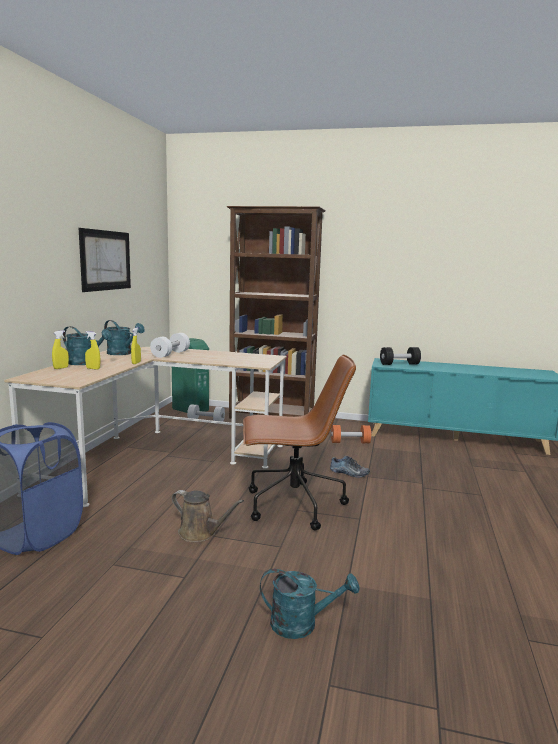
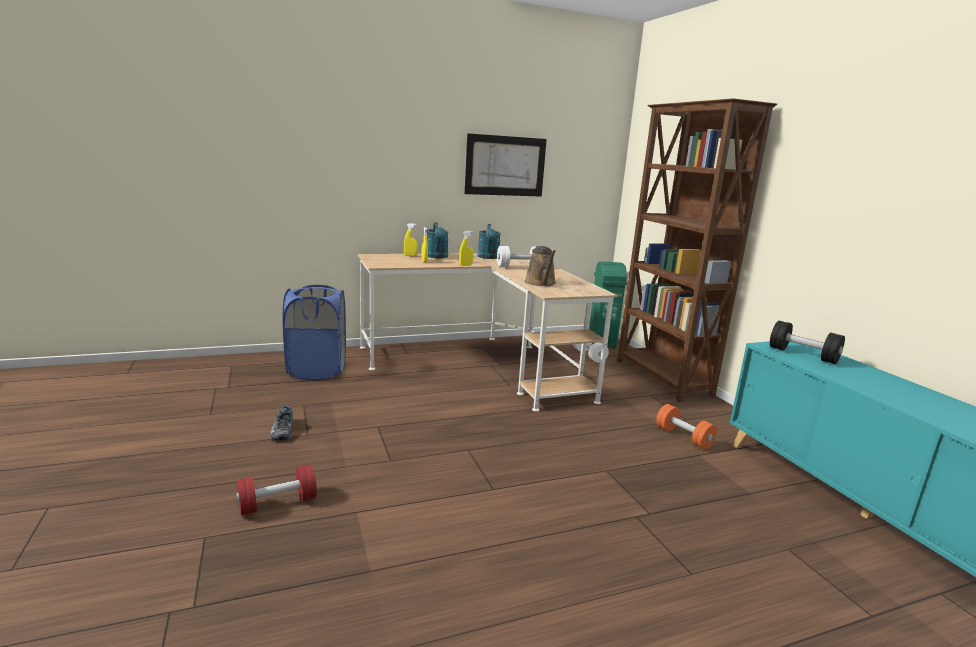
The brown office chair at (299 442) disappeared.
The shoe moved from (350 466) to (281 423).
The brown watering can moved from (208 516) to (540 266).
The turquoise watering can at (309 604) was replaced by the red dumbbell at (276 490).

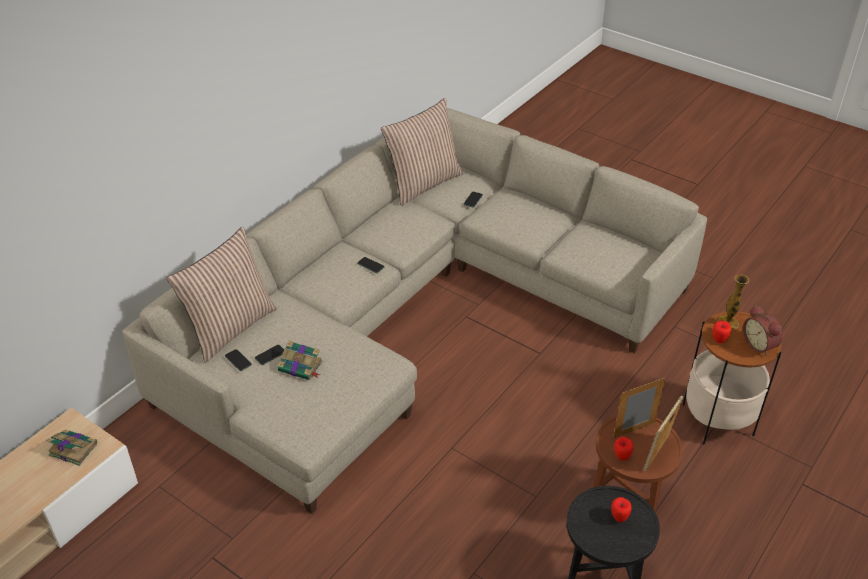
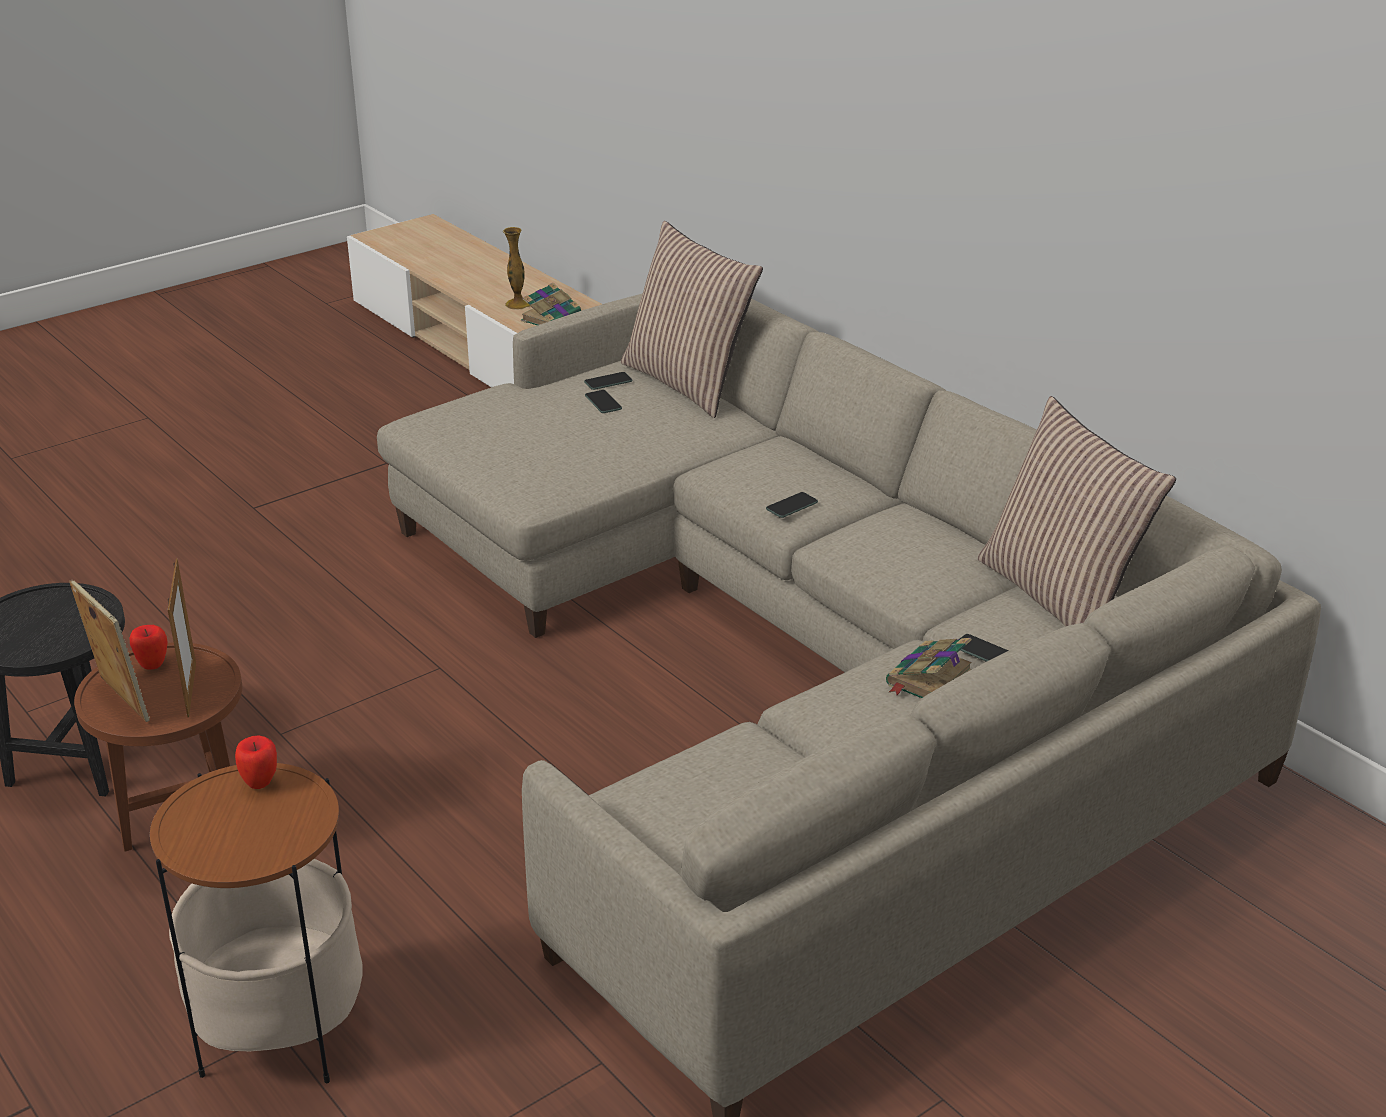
The vase moved from (733 302) to (516 268).
The alarm clock at (762 330) disappeared.
The book moved from (300 360) to (929 668).
The apple at (621 509) disappeared.

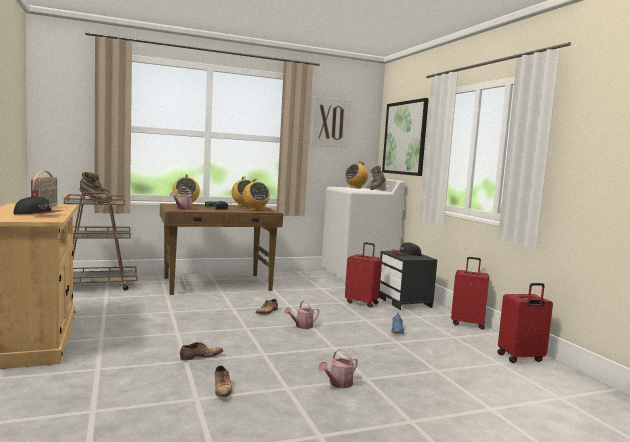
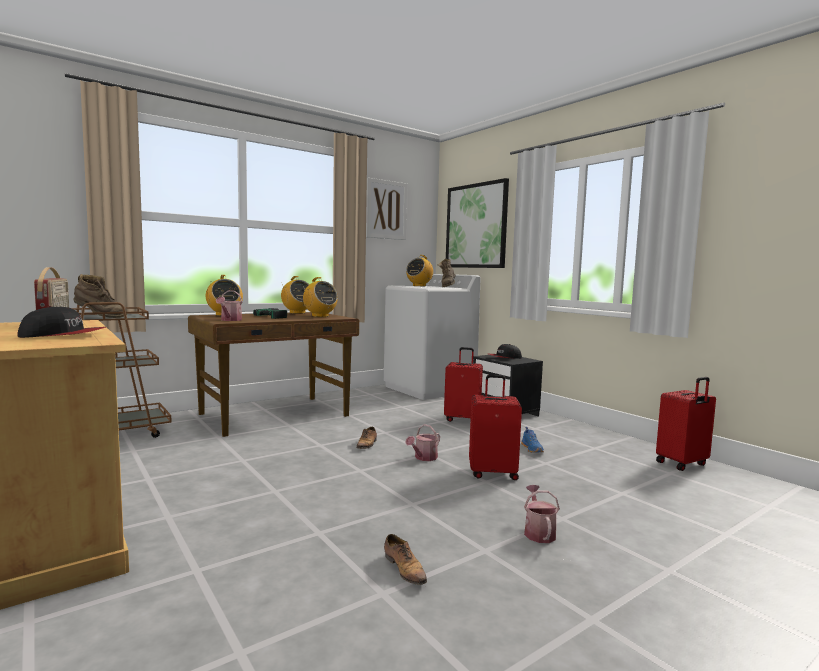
The red suitcase moved from (470 293) to (495 427).
The shoe at (201 351) disappeared.
The watering can at (338 369) turned 150 degrees clockwise.

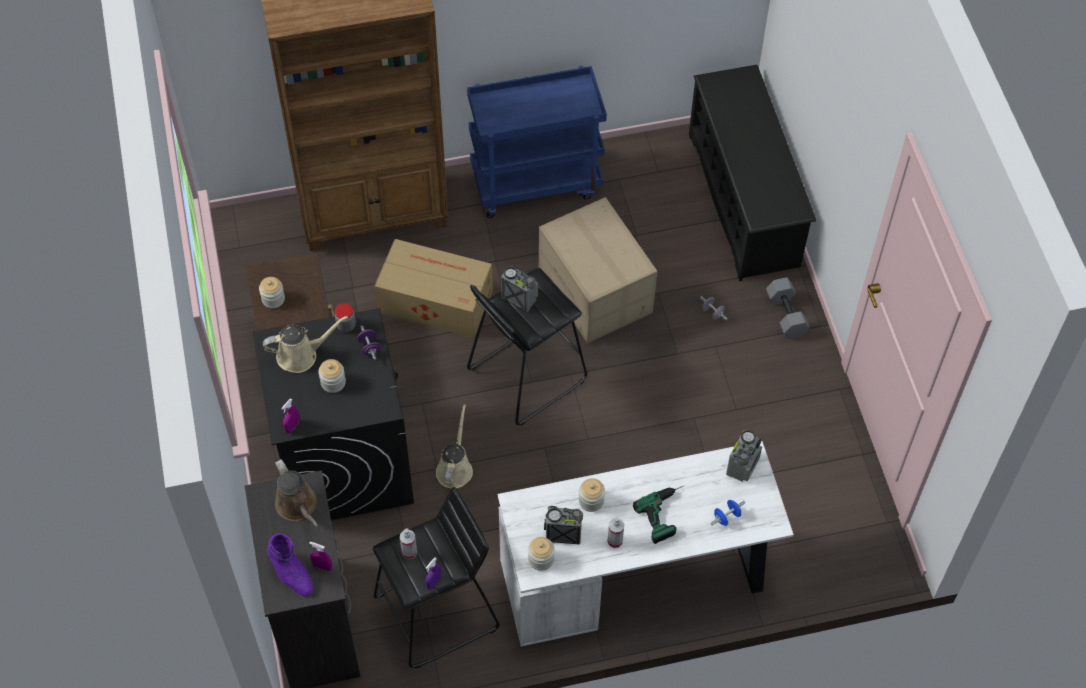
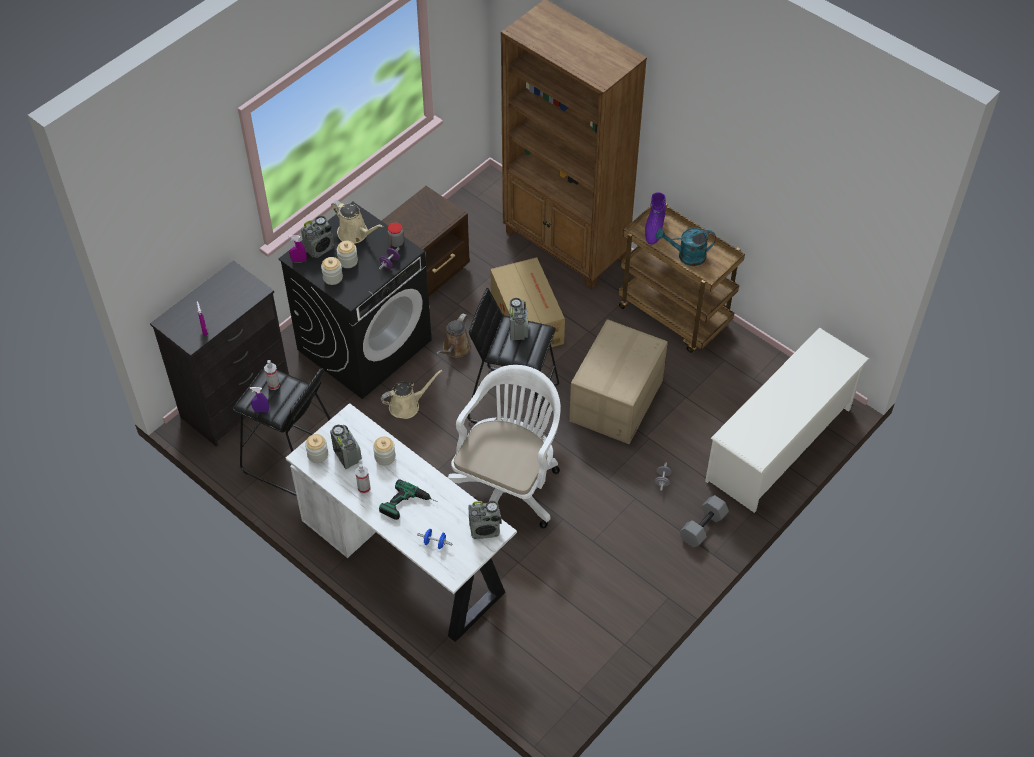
The black shoe rack at (752 173) became the white shoe rack at (787 420).
The blue cart at (537 142) became the brown cart at (681 278).
The jar moved from (272 293) to (332 271).
The brown watering can moved from (296 493) to (454 335).
The purple boot moved from (290 564) to (655 218).
The radio at (317 237) appeared.
The turquoise watering can at (686 247) appeared.
The white office chair at (504 447) appeared.

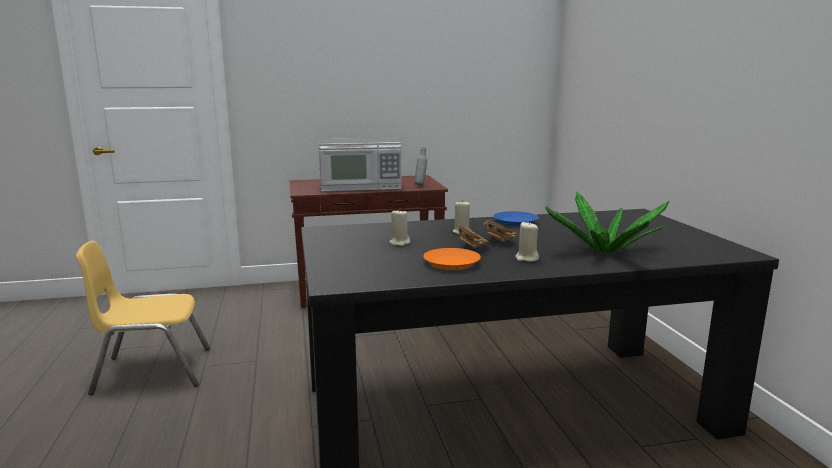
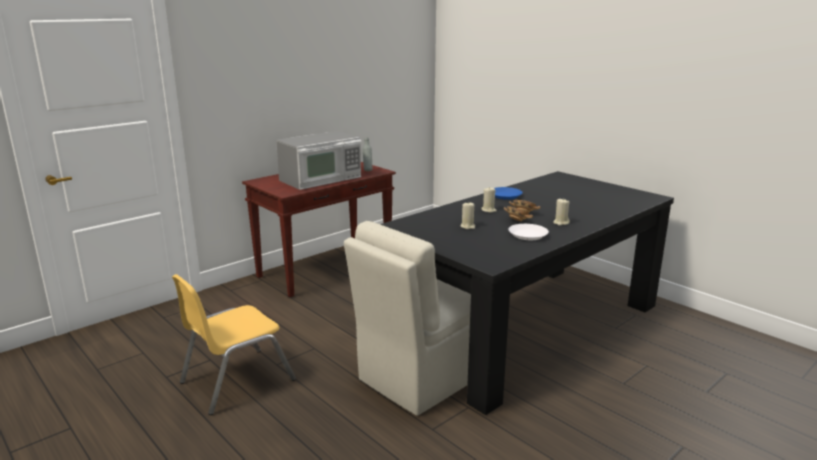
The potted plant at (607 222) disappeared.
The orange plate at (452 259) became the white plate at (528 232).
The beige chair at (407 318) appeared.

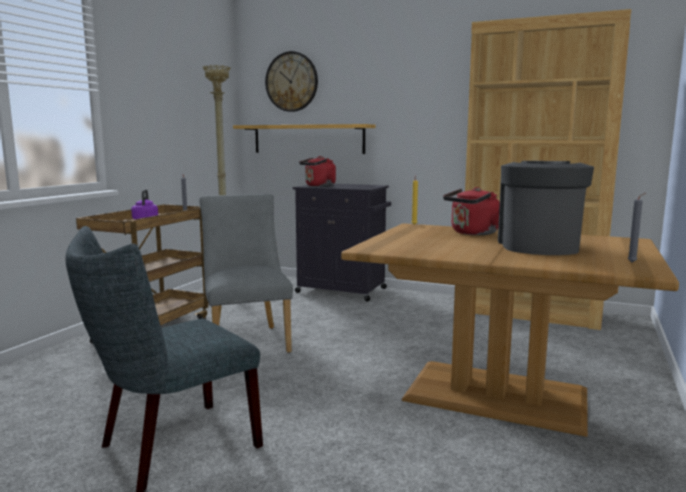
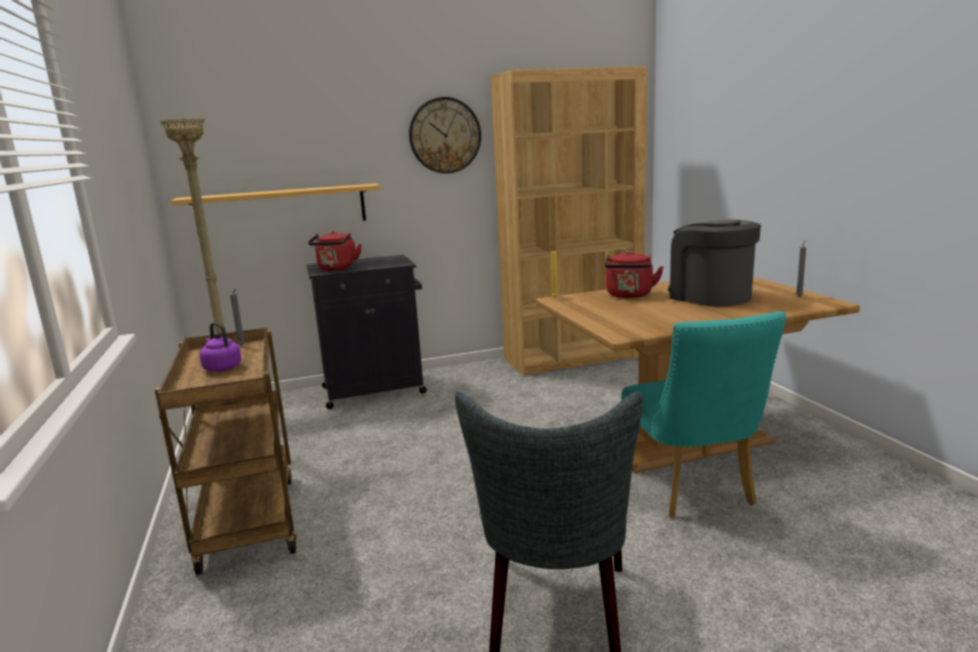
The wall clock moved from (291 81) to (445 135).
The grey chair at (246 273) disappeared.
The turquoise chair at (703 414) appeared.

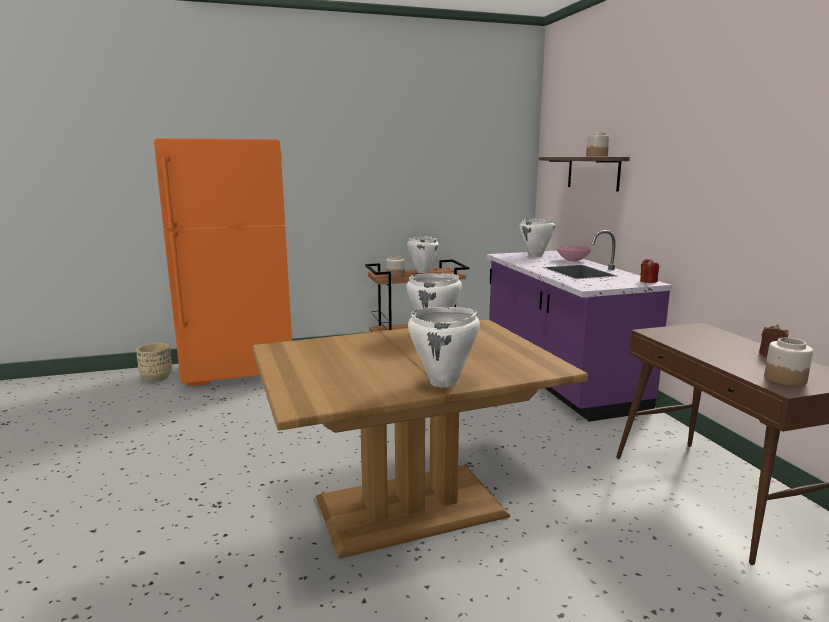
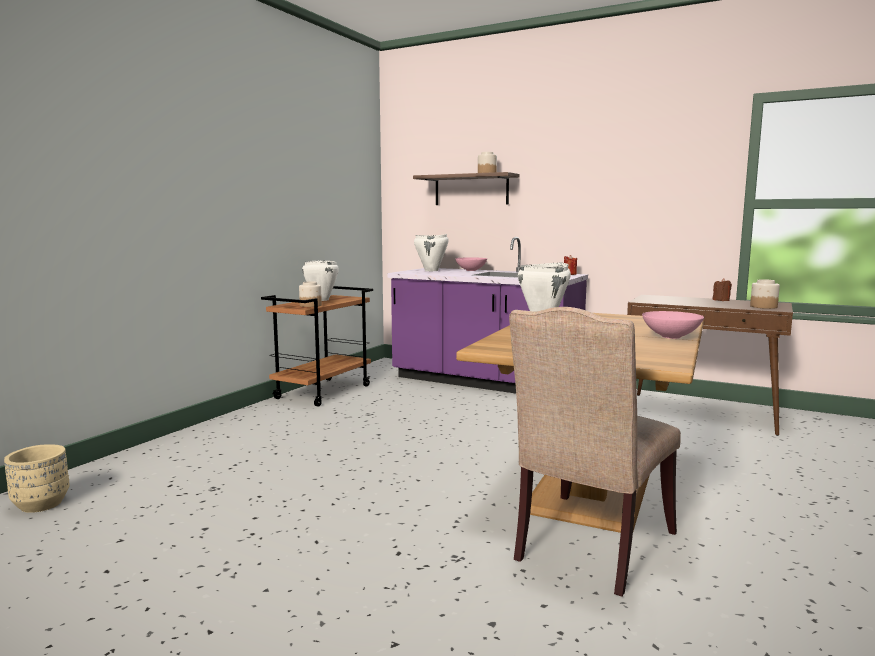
The orange fridge at (223 262) disappeared.
The white cooking pot at (444 347) was replaced by the pink bowl at (673 325).
The beige chair at (595 452) appeared.

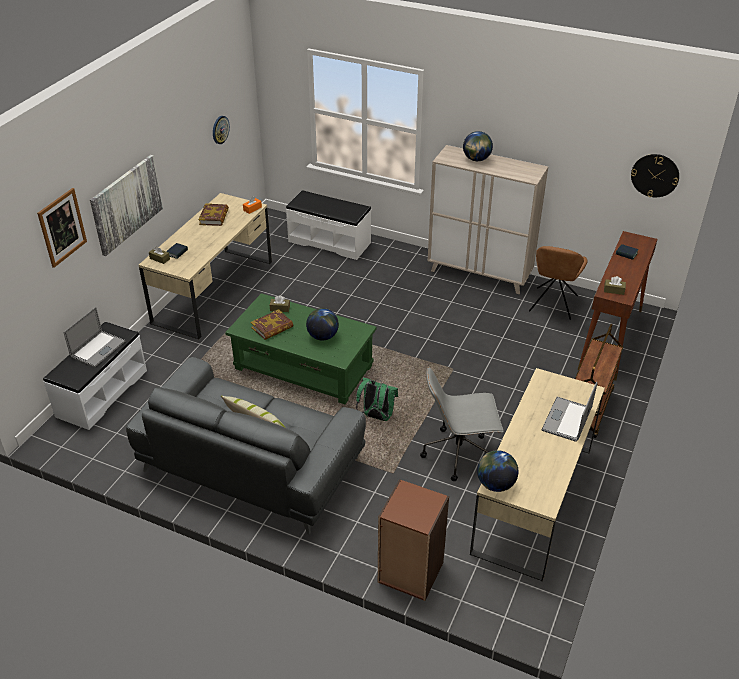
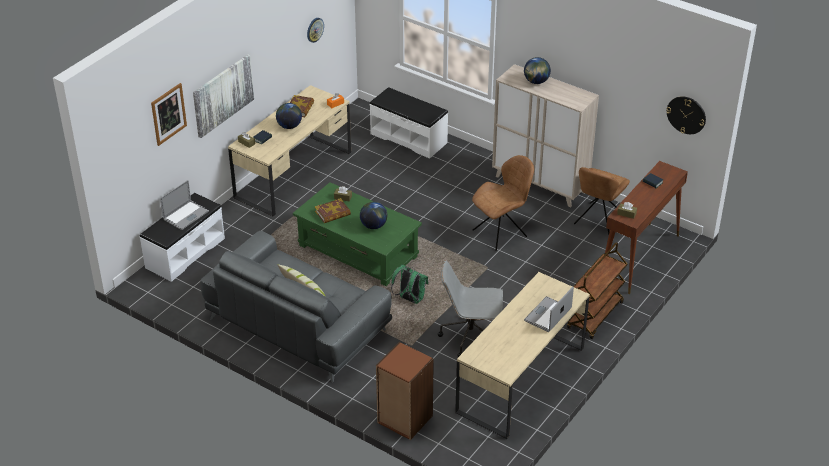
The globe moved from (498 471) to (289 116).
The brown chair at (503 203) appeared.

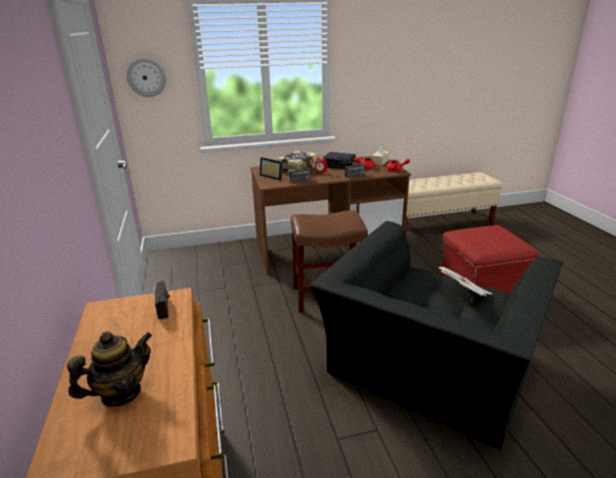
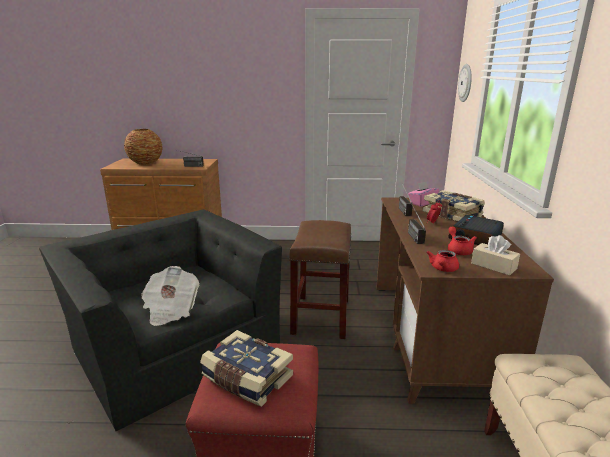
The picture frame at (271 169) was replaced by the pink tissue box at (423 194).
The teapot at (109 369) was replaced by the vase at (143 147).
The book at (246 368) appeared.

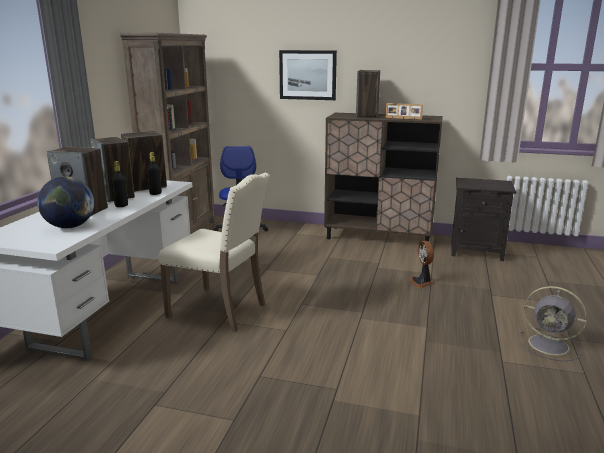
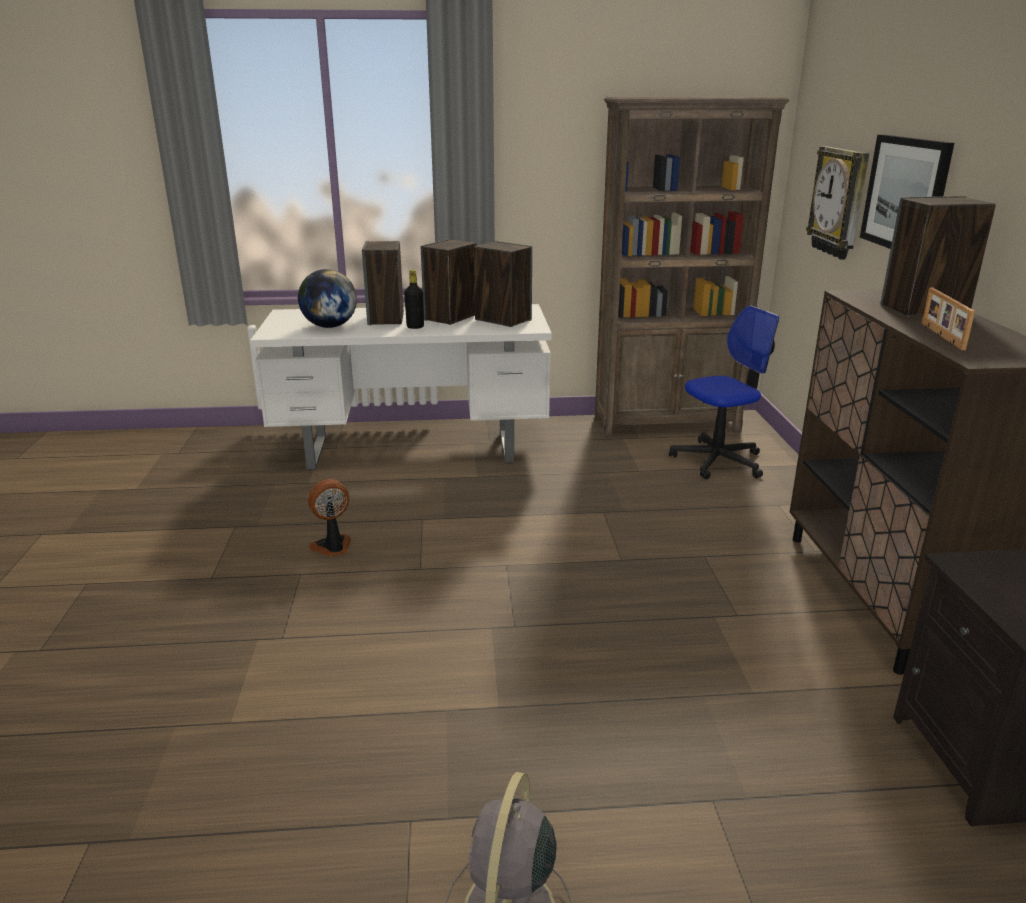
The black bottle at (154 173) disappeared.
The beige chair at (214 252) disappeared.
The fan moved from (421 264) to (329 518).
The wall clock at (837 203) appeared.

